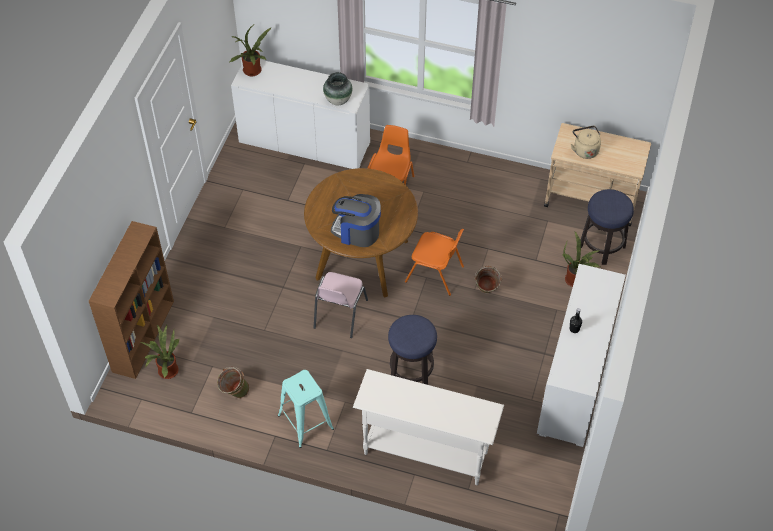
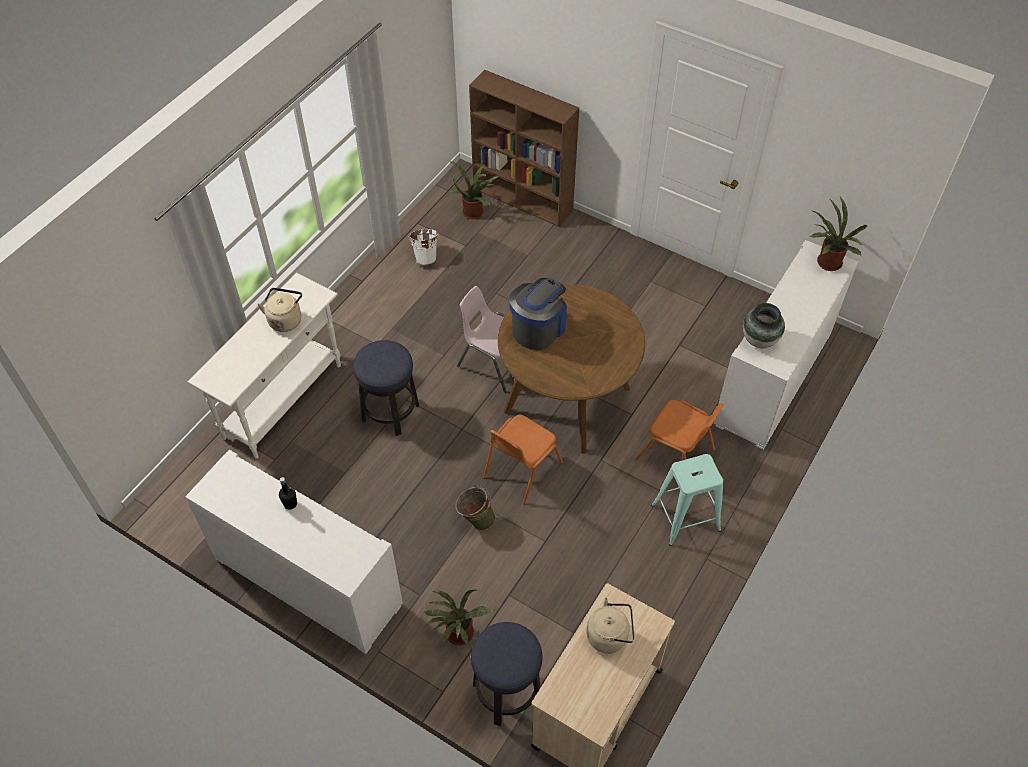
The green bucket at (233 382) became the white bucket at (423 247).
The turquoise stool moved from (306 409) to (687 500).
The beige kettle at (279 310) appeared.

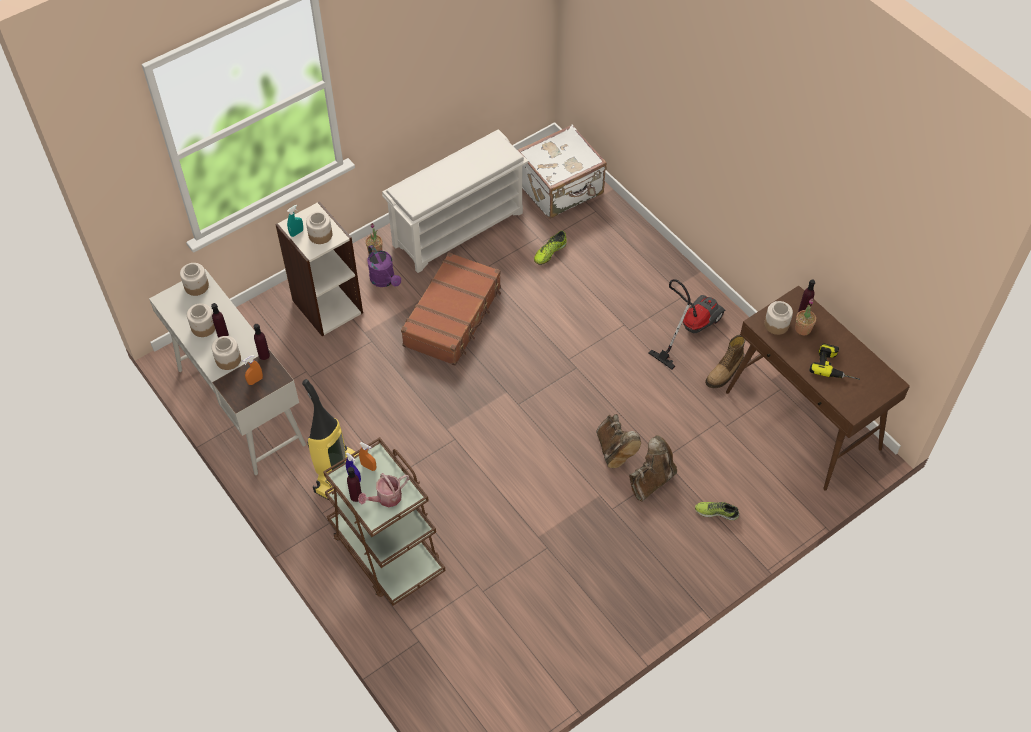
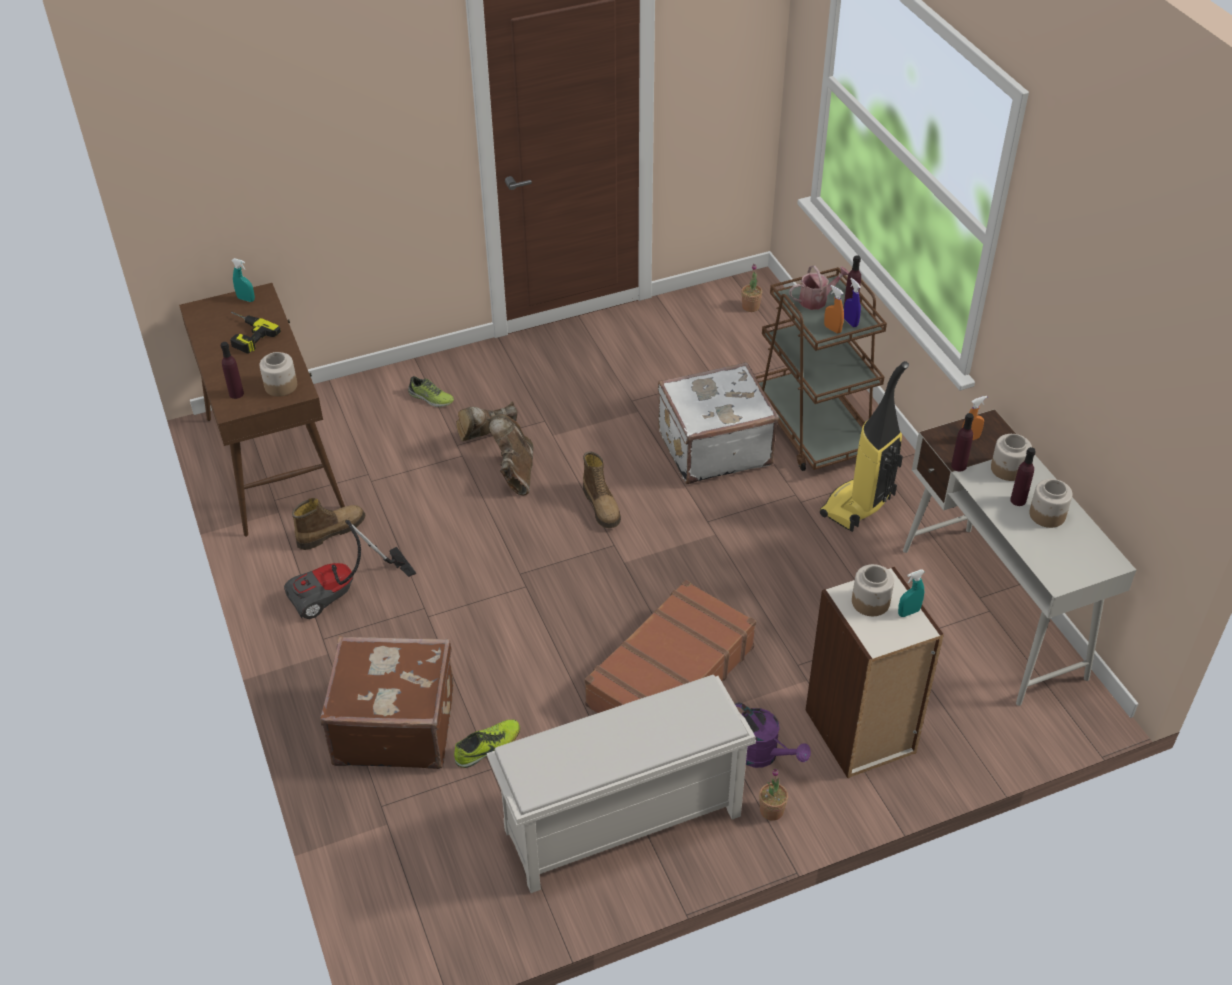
The white suitcase moved from (562 172) to (718 423).
The purple watering can at (384 266) turned 150 degrees clockwise.
The jar at (194 279) disappeared.
The potted plant moved from (805 317) to (751 288).
The turquoise spray bottle at (243 280) appeared.
The boot at (602 489) appeared.
The brown suitcase at (387 702) appeared.

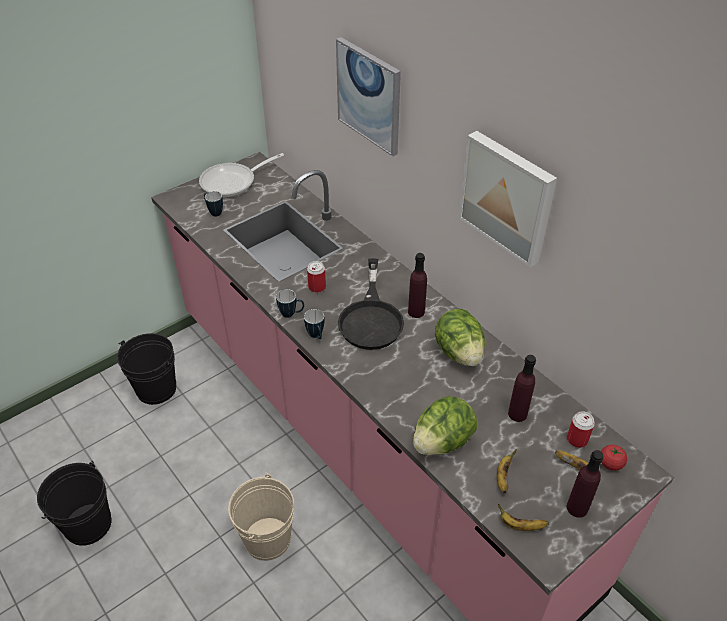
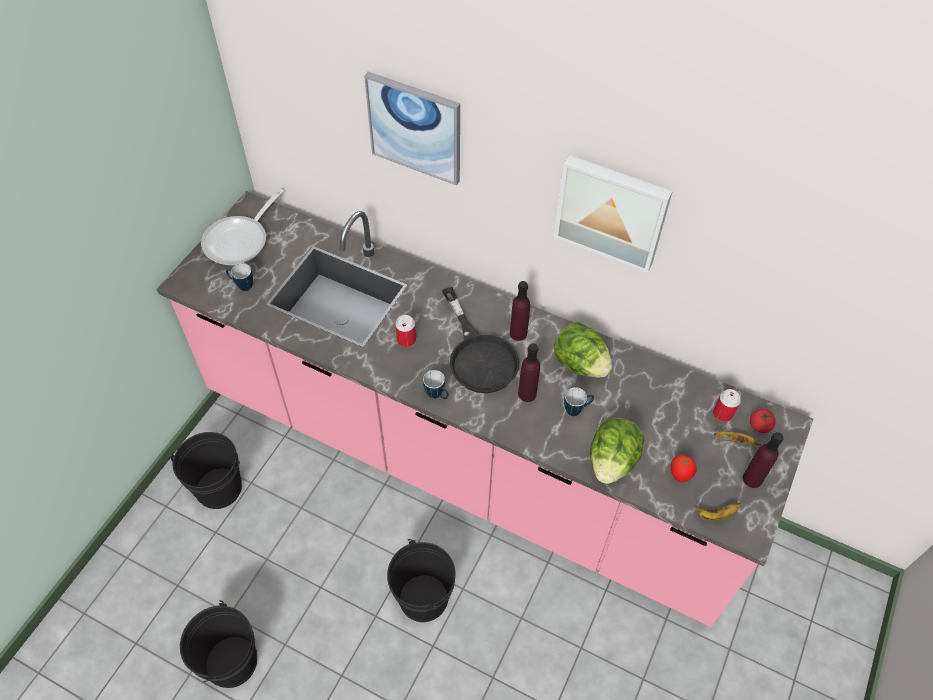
The mug moved from (290 303) to (579 401).
The purple bottle moved from (522 388) to (529 372).
The banana at (506 471) was replaced by the tomato at (683 468).
The beige bucket at (261 516) became the black bucket at (421 580).

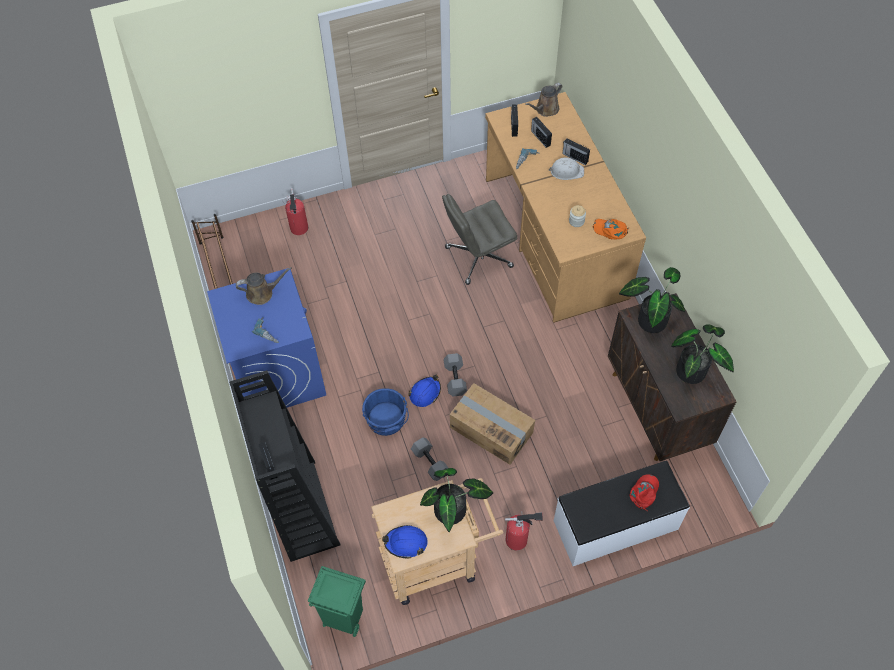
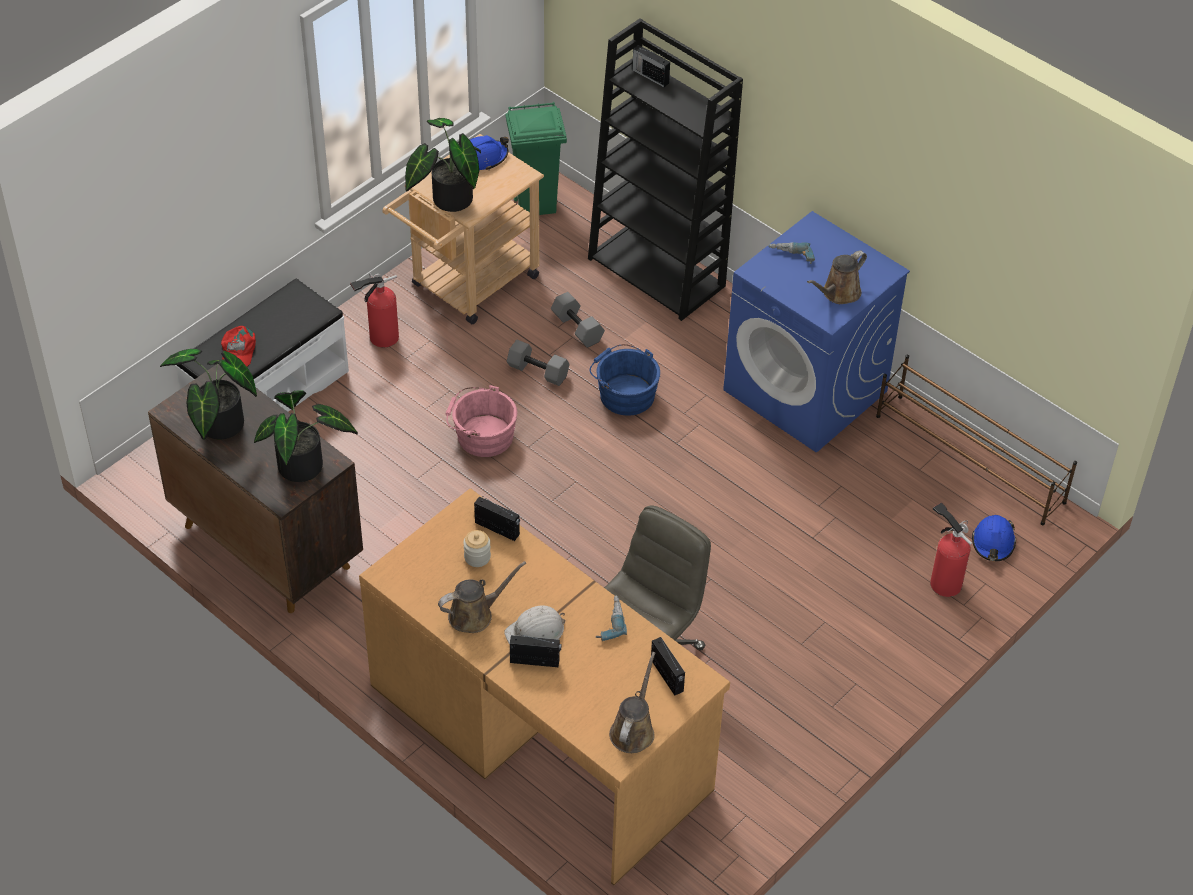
The radio moved from (541 132) to (497 518).
The orange cap at (611 229) disappeared.
The grey dumbbell moved from (455 375) to (578 320).
The blue hard hat moved from (424 391) to (994 538).
The cardboard box at (492 424) was replaced by the pink bucket at (481 421).
The brown watering can at (482 597) appeared.

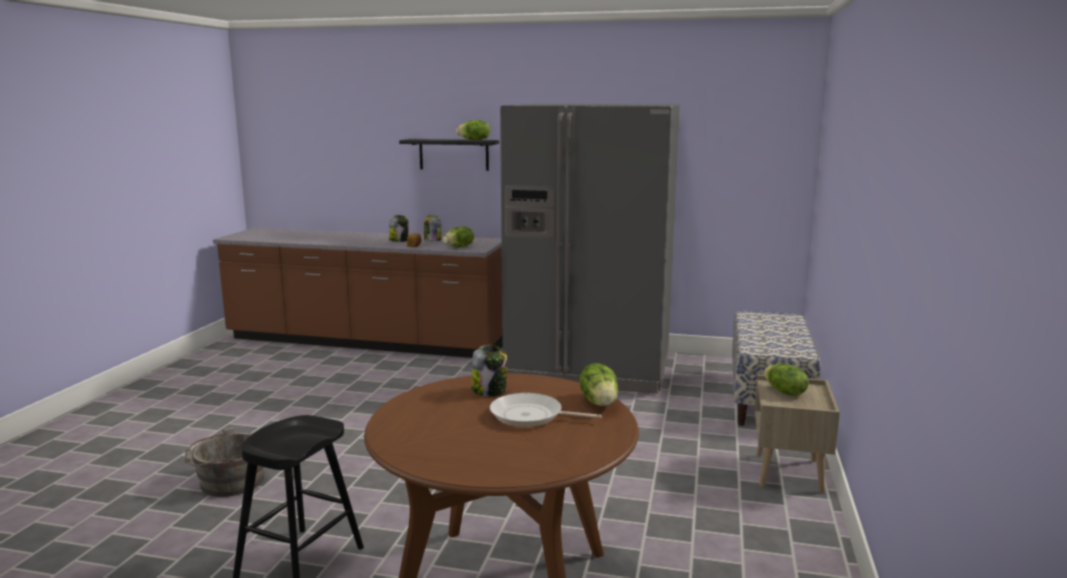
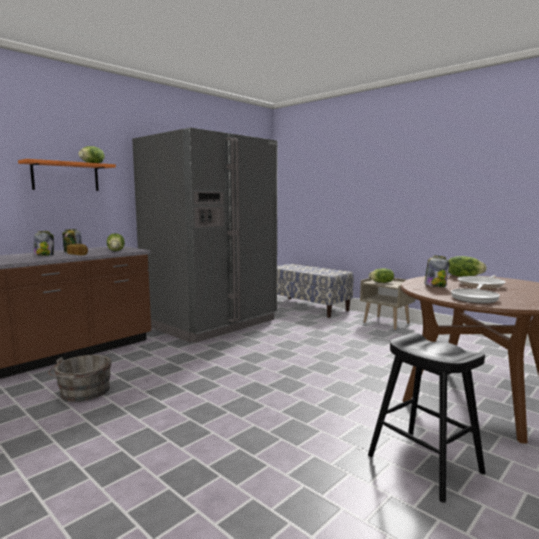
The black shelf at (449 155) became the orange shelf at (67 175).
The grey bucket moved from (224 462) to (80 378).
The frying pan at (475 294) appeared.

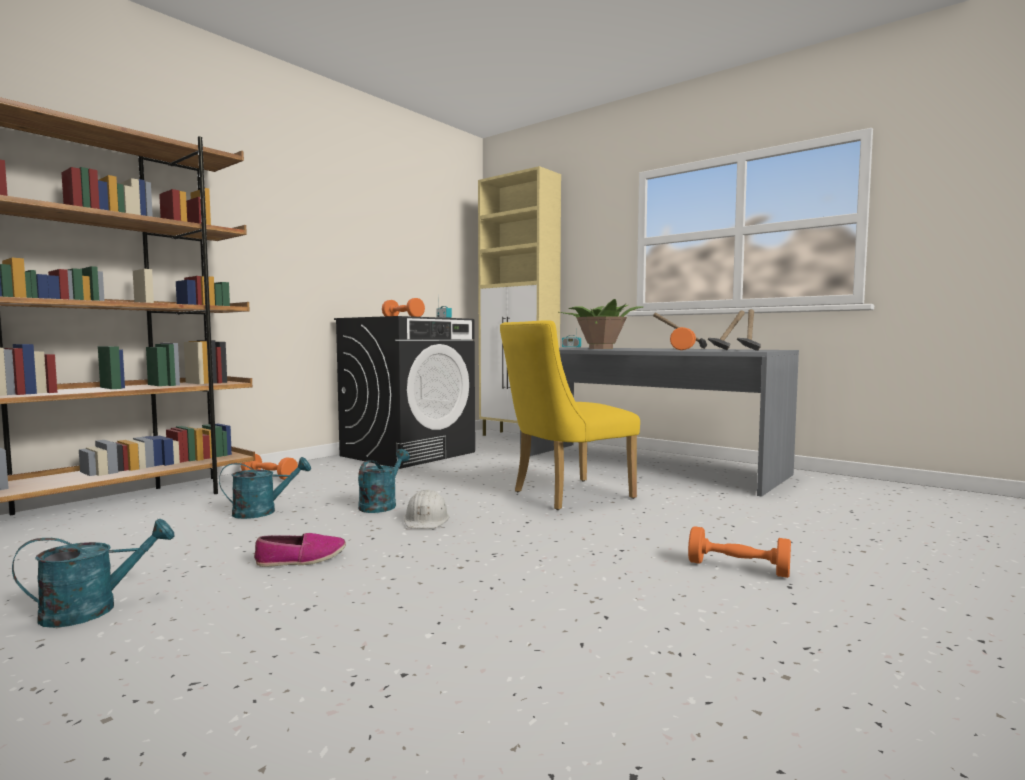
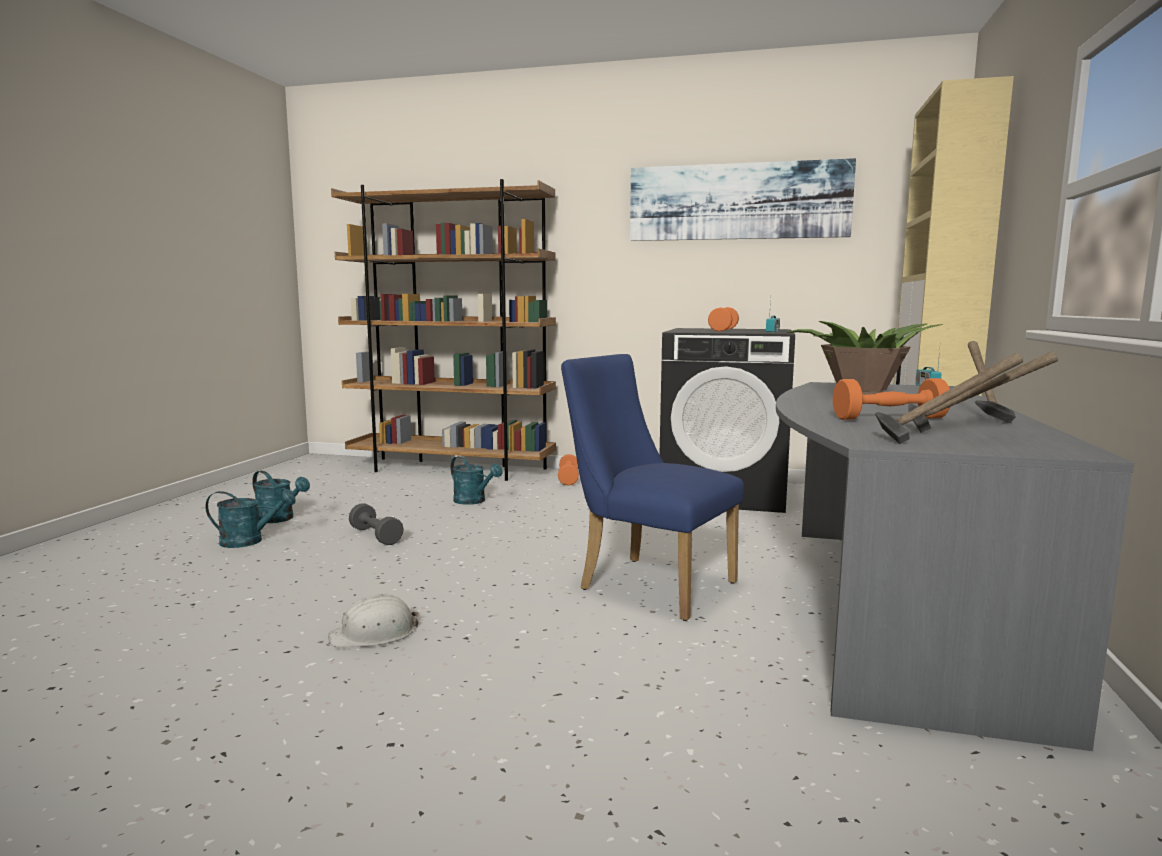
The yellow chair at (570 415) became the blue chair at (652 487).
The turquoise watering can moved from (384 481) to (250 518).
The white hard hat moved from (426 509) to (373 620).
The orange dumbbell at (739 552) disappeared.
The shoe at (300 550) was replaced by the grey dumbbell at (376 524).
The picture at (743 199) appeared.

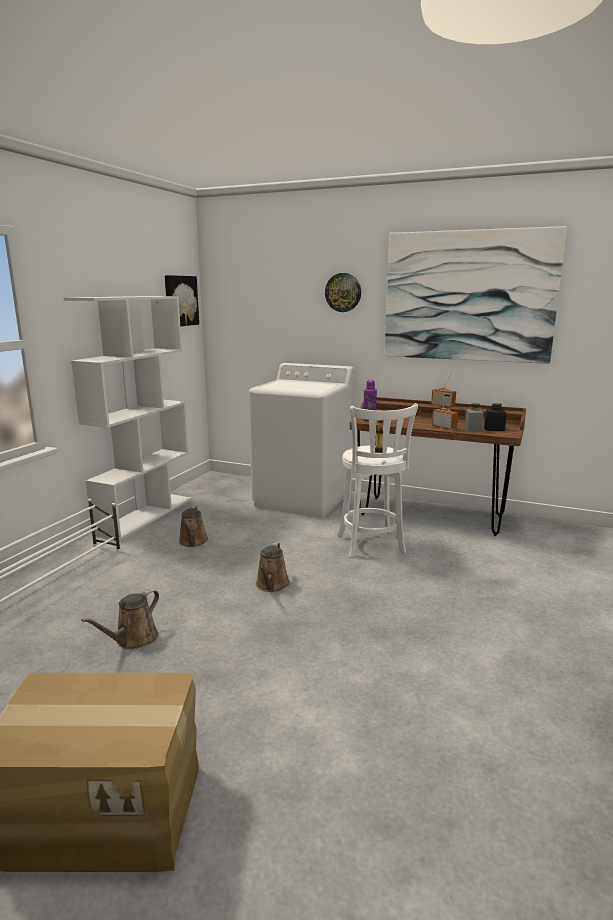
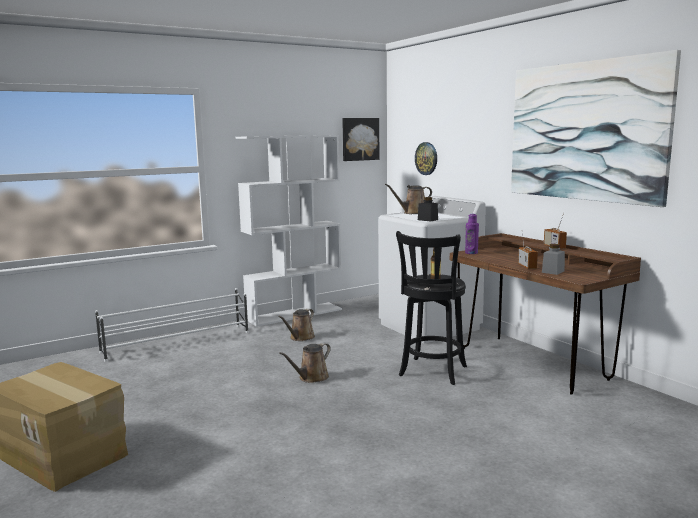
The wall clock moved from (343 292) to (426 158).
The white stool at (377 480) became the black stool at (431 308).
The black jar moved from (495 417) to (428 209).
The brown watering can moved from (120 619) to (408 199).

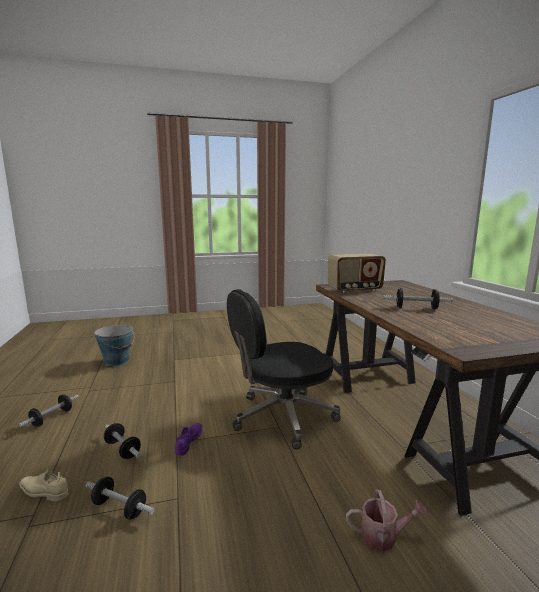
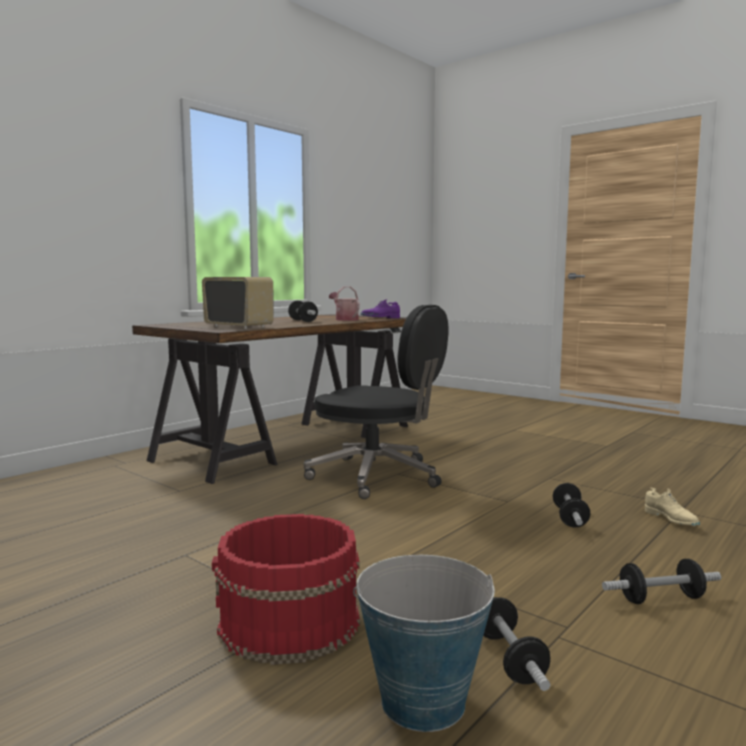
The purple shoe moved from (188 439) to (380 308).
The dumbbell moved from (120 498) to (516 644).
The watering can moved from (387 521) to (344 303).
The red bucket at (286 589) appeared.

